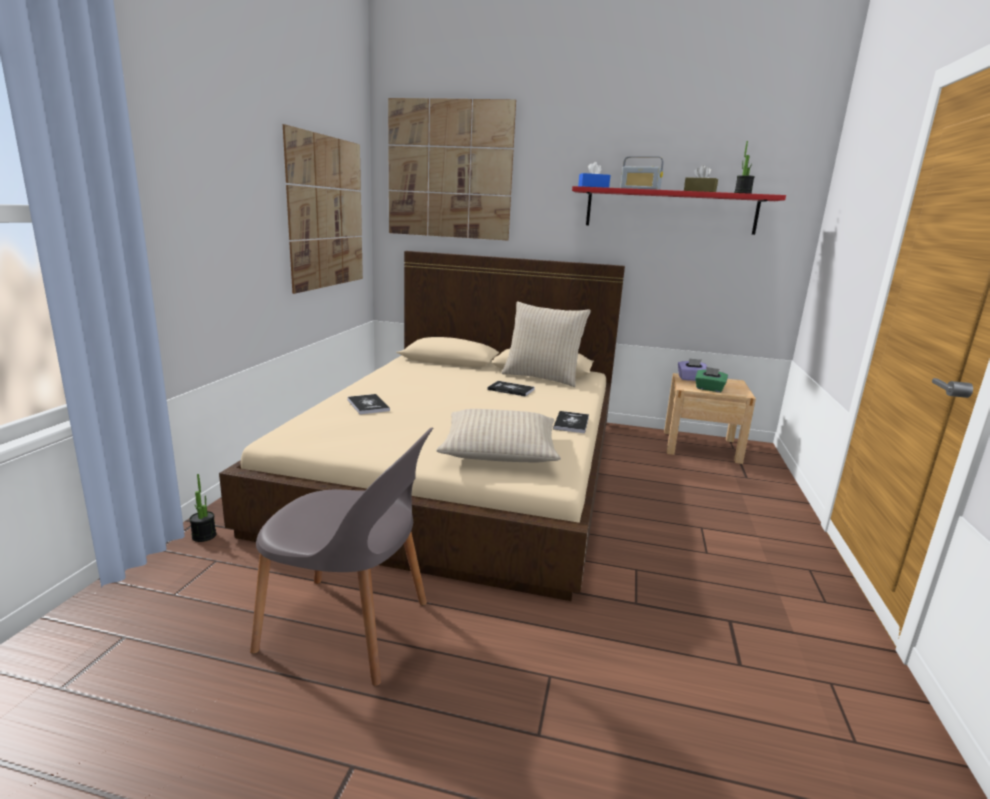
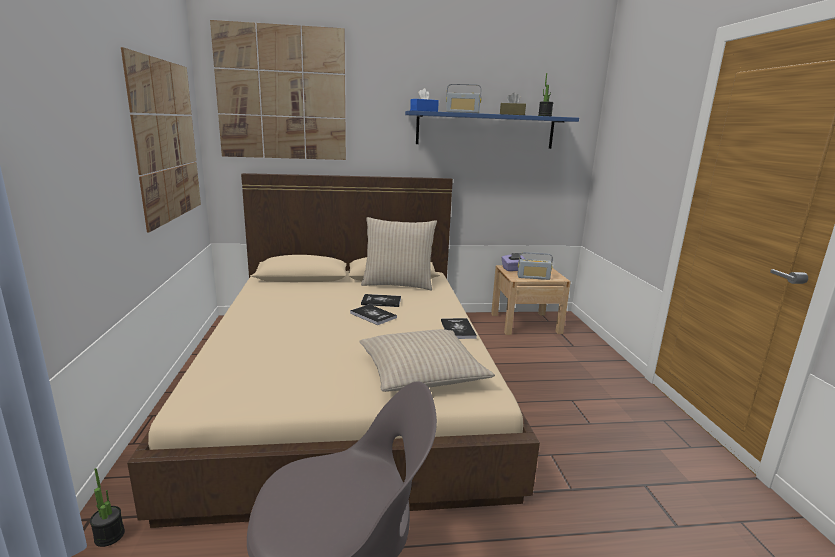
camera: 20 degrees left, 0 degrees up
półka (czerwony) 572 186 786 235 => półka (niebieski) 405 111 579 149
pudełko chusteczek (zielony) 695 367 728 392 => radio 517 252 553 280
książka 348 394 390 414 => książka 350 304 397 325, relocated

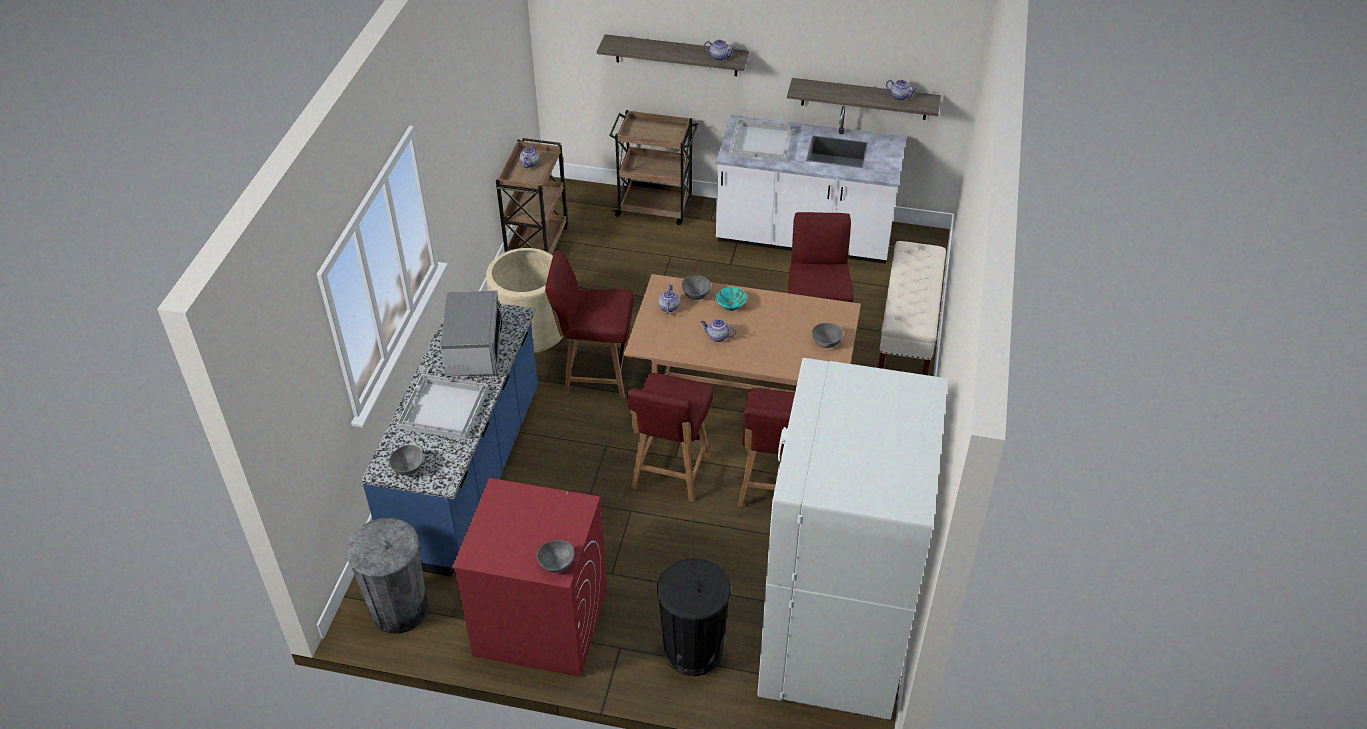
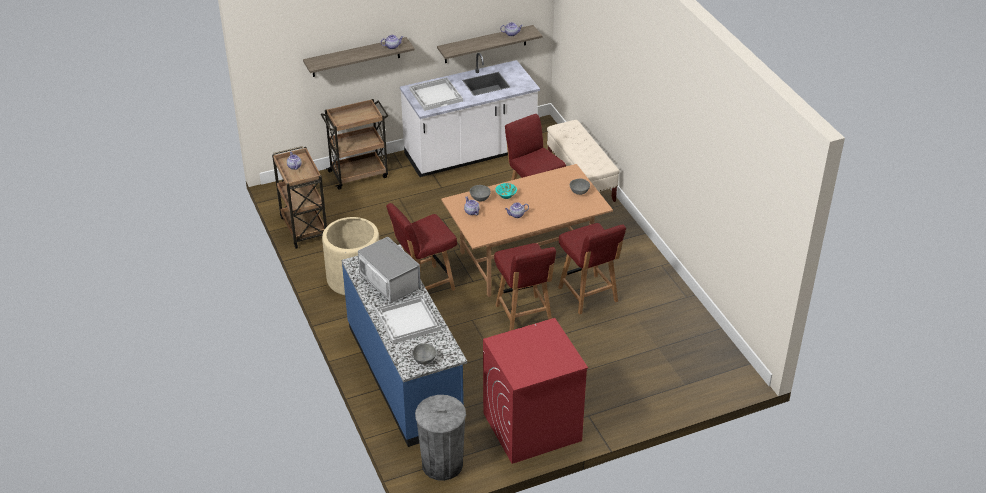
camera: 35 degrees left, 5 degrees down
lodówka (biały) 757 358 948 720 => nothing
miska (szary) 537 540 575 573 => nothing
kosz na śmieci (czarny) 657 558 731 676 => nothing

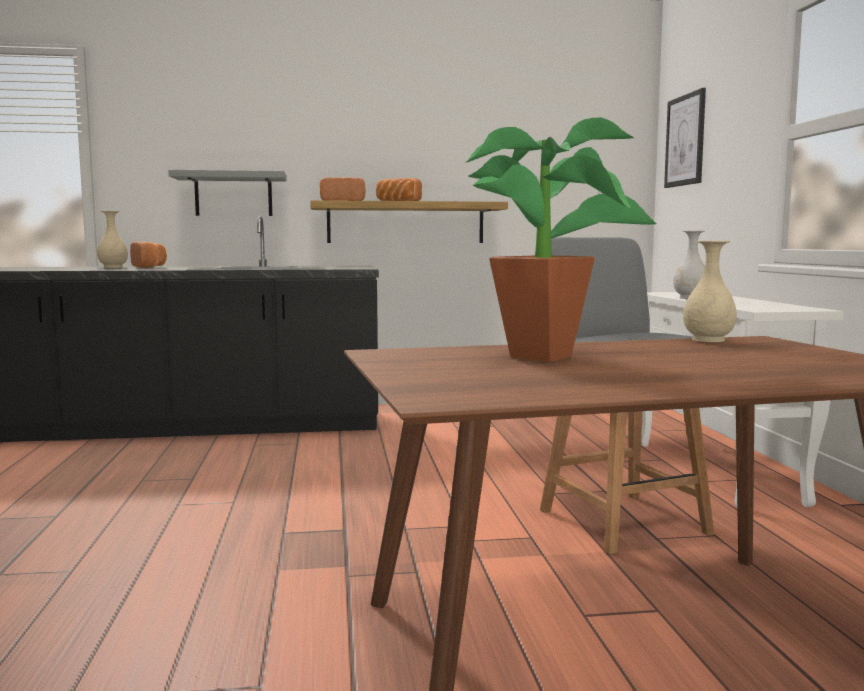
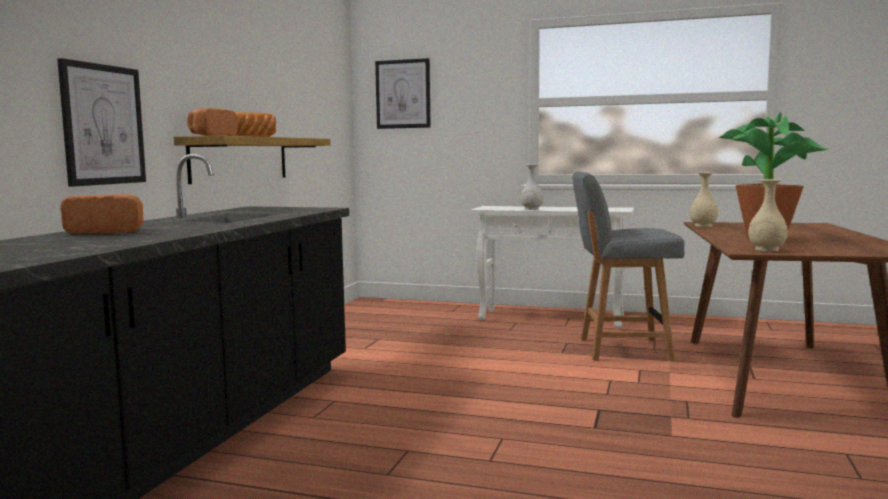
camera: 65 degrees left, 0 degrees up
półka (szary) 168 170 287 216 => obraz 57 58 146 187
wazon (beżowy) 97 211 128 268 => wazon (beżowy) 748 179 788 251, relocated

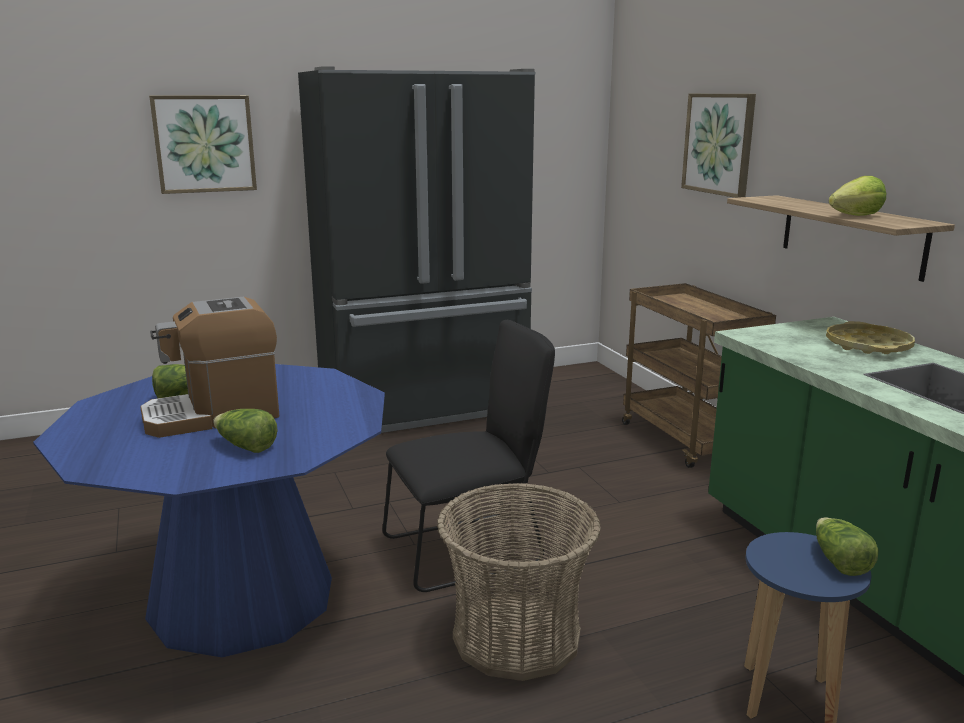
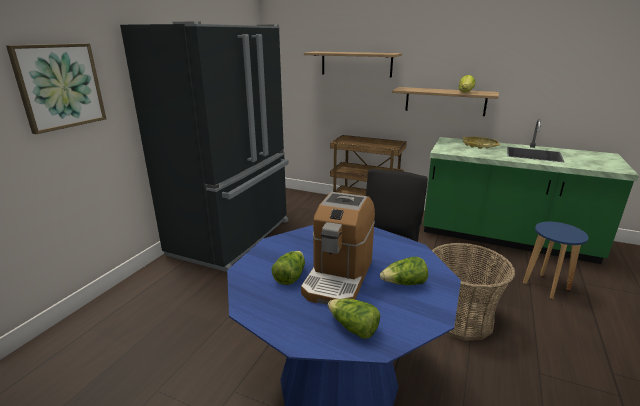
camera: 45 degrees left, 5 degrees up
obraz 681 94 756 198 => półka 304 52 402 77
sałata 816 517 879 576 => sałata 328 299 380 339, relocated

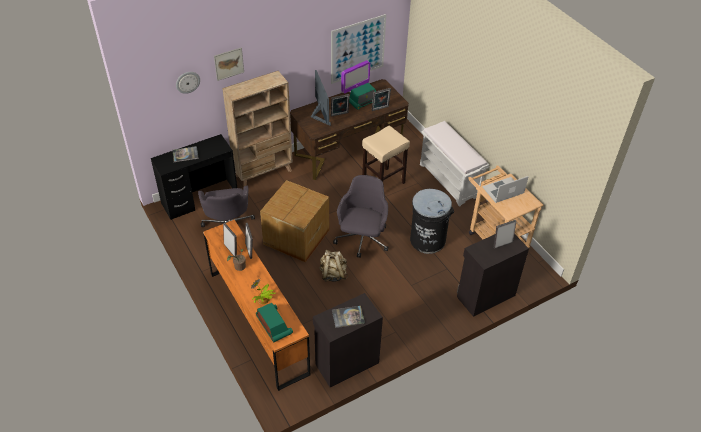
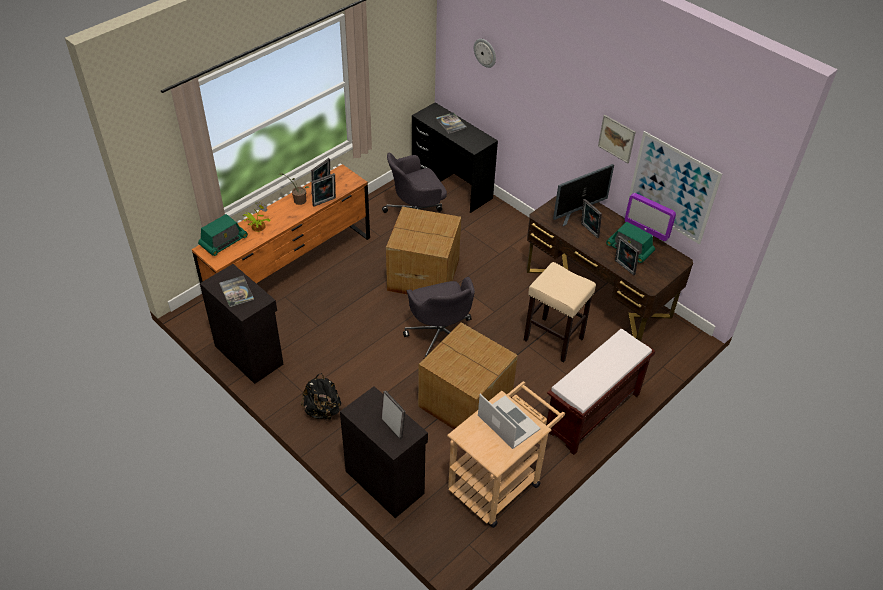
camera: 75 degrees right, 0 degrees up
obraz 214 48 244 81 => obraz 598 115 636 163, relocated
regał (beżowy) 222 71 293 188 => nothing
ławka (biały) 420 121 490 207 => ławka (brązowy) 546 329 655 455
krzesło biurowe (szary) 333 175 388 258 => krzesło biurowe (szary) 403 277 475 357, 75 degrees clockwise
kosz na śmieci (czarny) 410 189 454 254 => karton 418 322 518 429
plecak (beżowy) 319 250 348 282 => nothing
nothing => plecak (czarny) 301 373 341 420

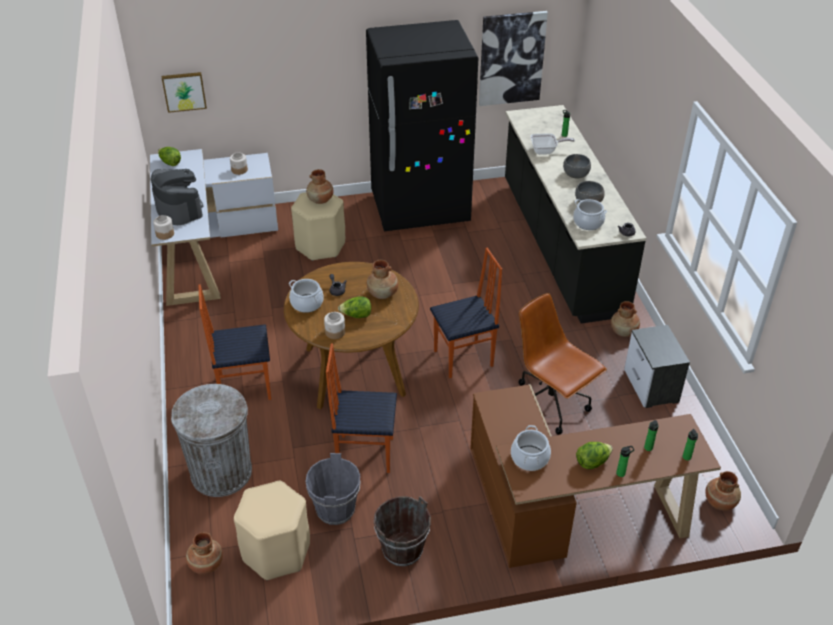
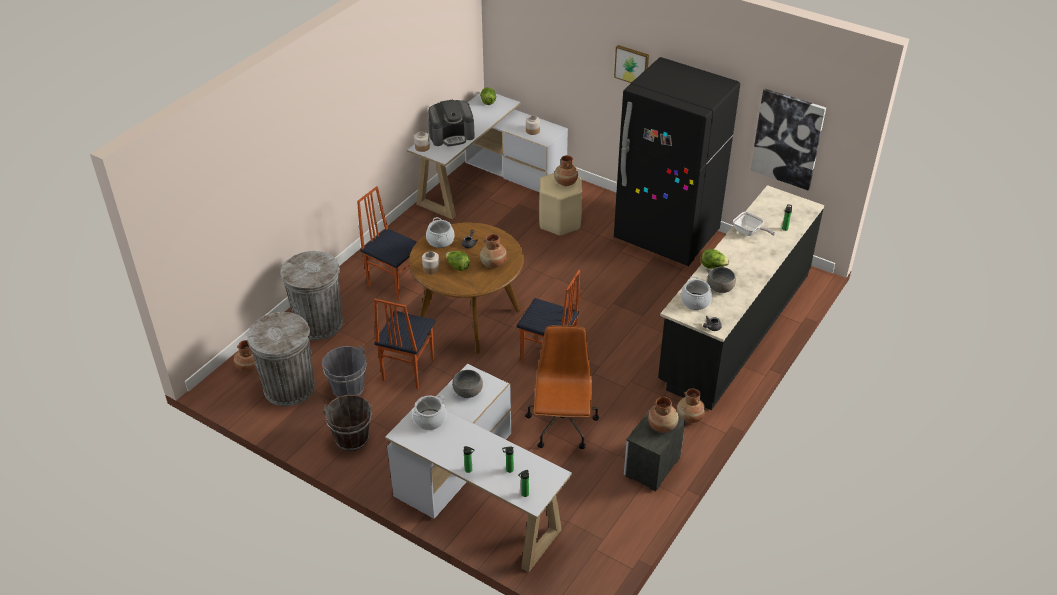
camera: 45 degrees right, 0 degrees up
obraz 162 72 207 113 => obraz 614 45 649 83, relocated
miska (szary) 563 154 591 179 => miska (szary) 452 370 483 398, relocated
ekspres do kawy 151 169 203 225 => ekspres do kawy 428 100 475 146, 60 degrees clockwise
krzesło 326 344 397 473 => krzesło 374 299 435 389, 120 degrees counterclockwise
biurko (brązowy) 470 384 721 568 => biurko (biały) 385 364 572 572
sałata 576 442 613 469 => sałata 701 249 730 269, relocated
wazon (brązowy) 705 471 741 510 => wazon (brązowy) 648 397 679 433, relocated
stołek (beżowy) 234 481 310 580 => kosz na śmieci (szary) 247 312 315 407

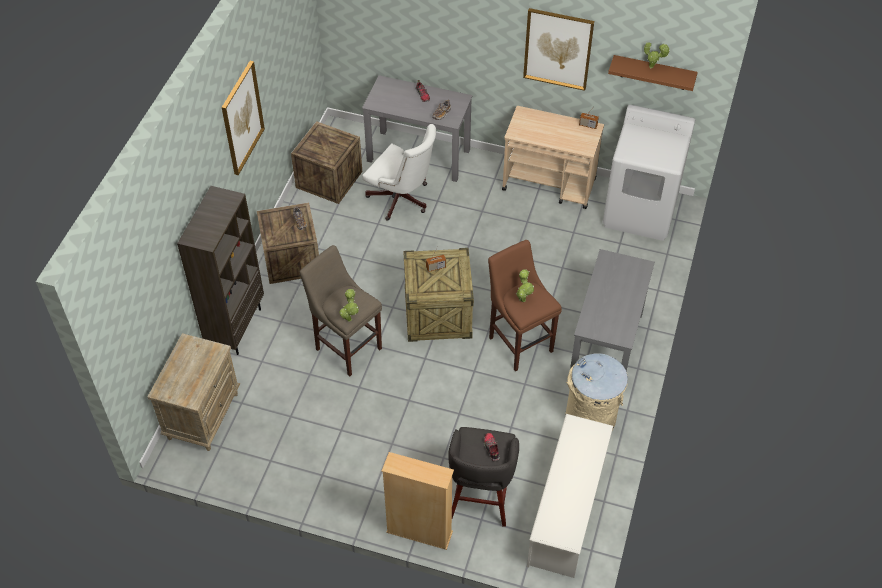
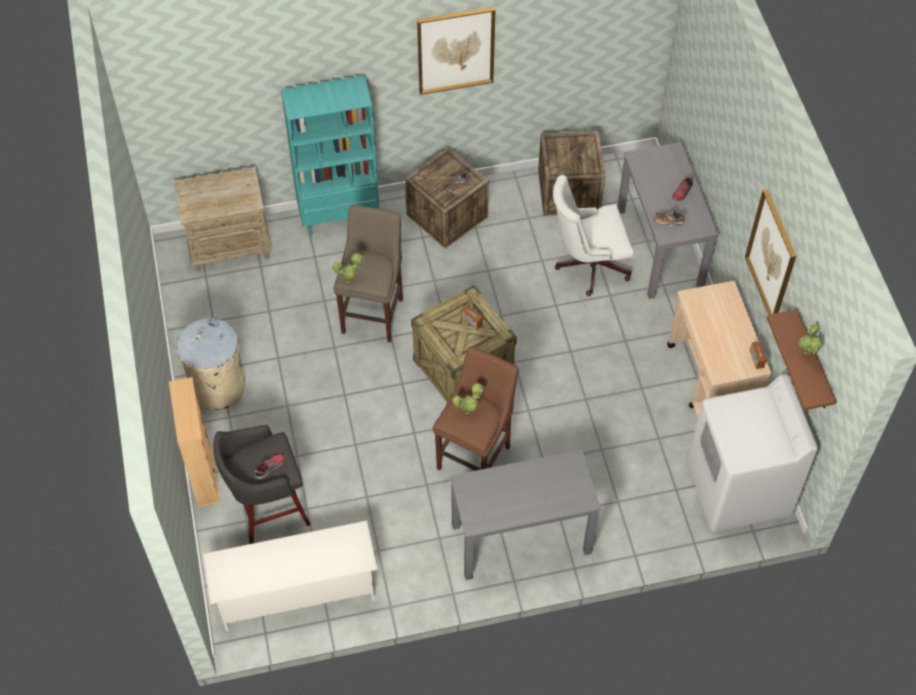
camera: 60 degrees right, 5 degrees up
krzesło biurowe (biały) 362 124 436 221 => krzesło biurowe (biały) 553 175 634 296, 75 degrees clockwise
regał (brązowy) 177 186 264 355 => regał (turkusowy) 281 75 379 235
kosz na śmieci (beżowy) 565 354 628 430 => kosz na śmieci (beżowy) 176 318 245 410, relocated

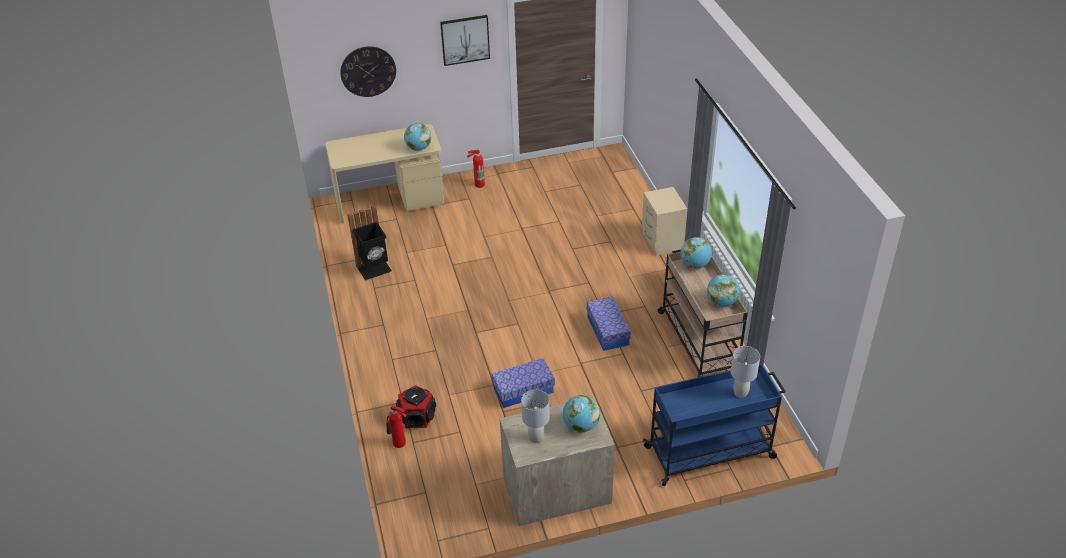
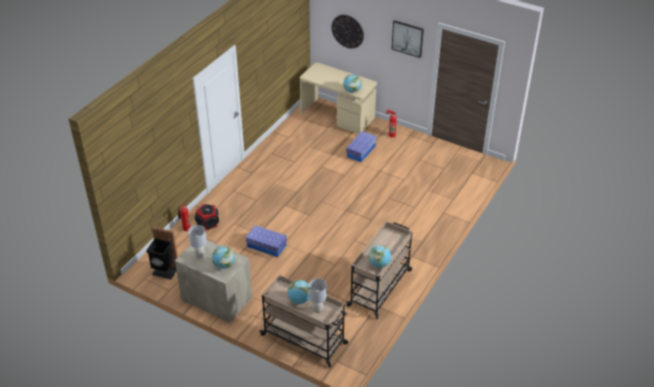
camera: 45 degrees right, 0 degrees up
szafka nocna (beżowy) 642 187 687 256 => nothing
kosz na śmieci (czarny) 347 205 392 281 => kosz na śmieci (czarny) 146 226 178 280, relocated
globus 680 237 712 269 => globus 287 280 309 304, relocated
pojemnik do przechowywania 587 297 631 351 => pojemnik do przechowywania 346 131 377 162, relocated
wózek (niebieski) 643 363 786 486 => wózek (beżowy) 259 275 348 367

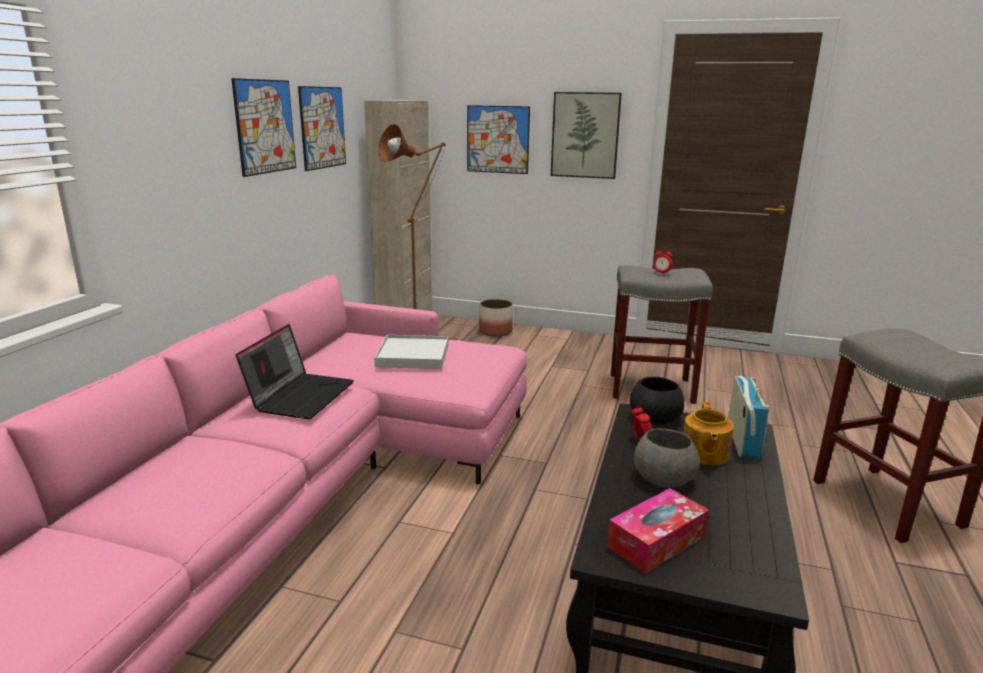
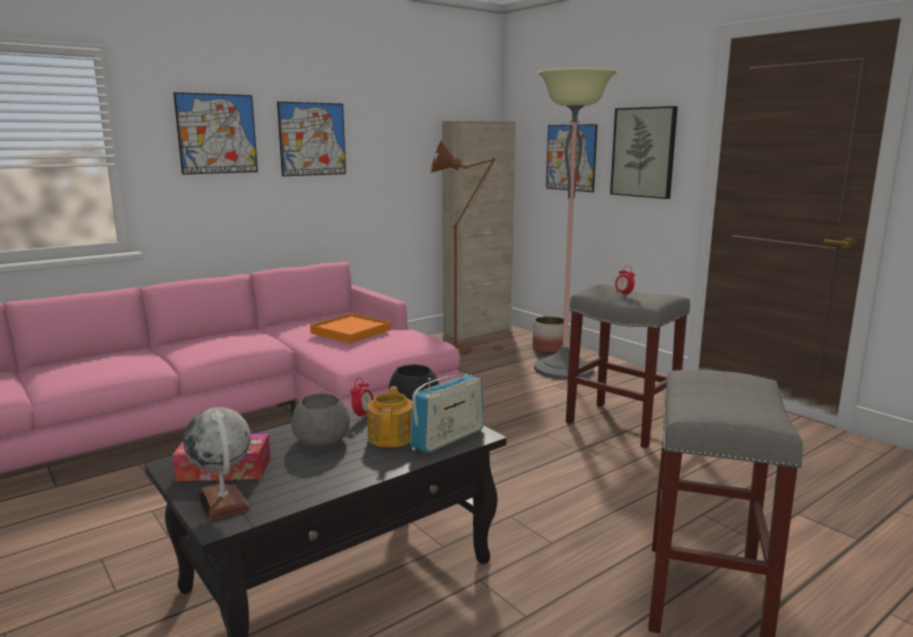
camera: 35 degrees right, 5 degrees down
obraz 298 86 346 171 => obraz 173 92 258 175, relocated
laptop 236 324 354 419 => nothing
taca (biały) 374 335 448 369 => taca (pomarańczowy) 310 313 391 343
imbryk 683 402 734 465 => imbryk 367 386 412 448, 135 degrees clockwise
nothing => lampa stojąca 534 68 617 380
nothing => globus 183 407 251 521

